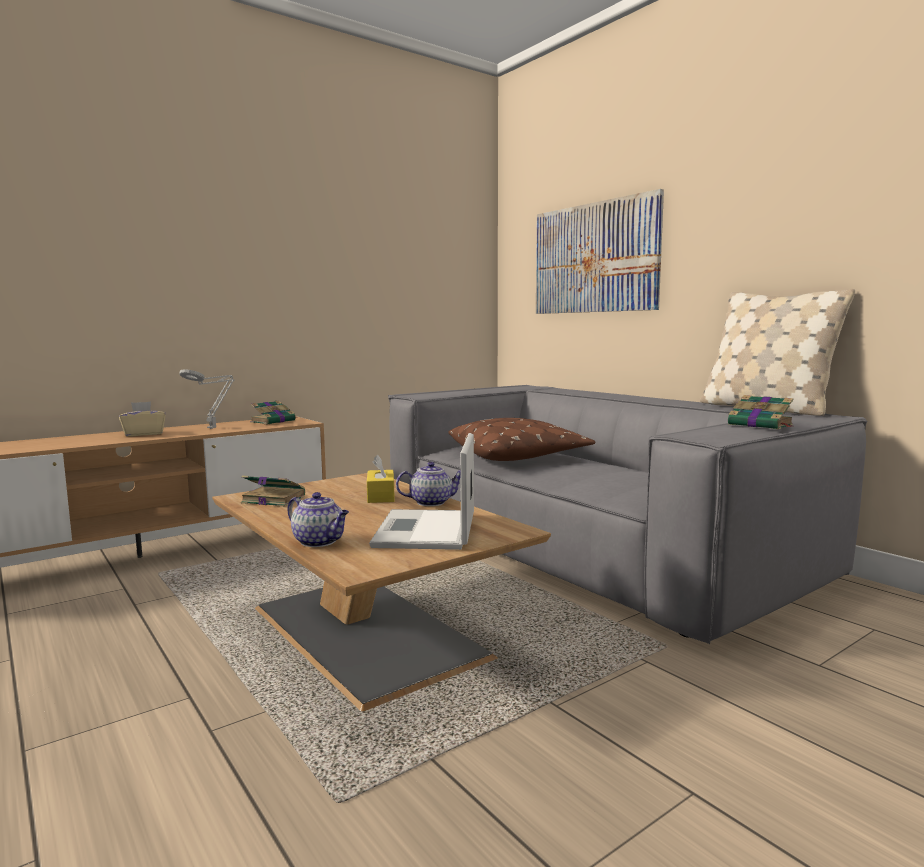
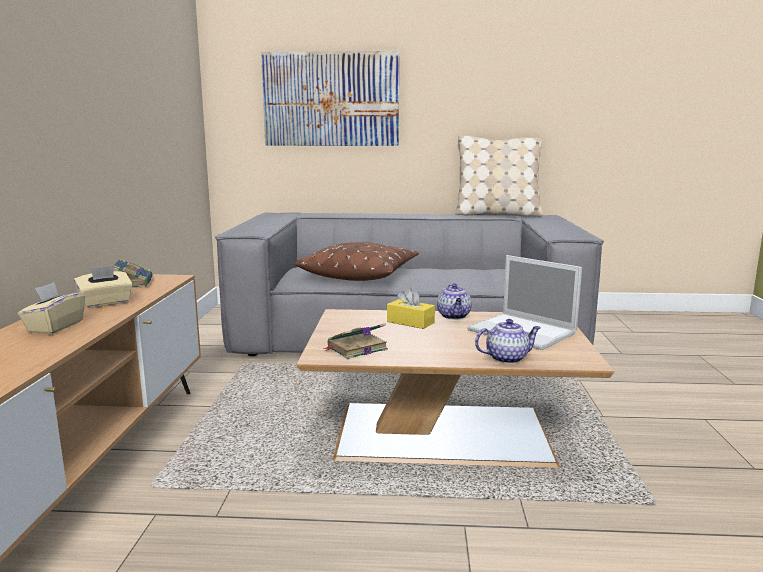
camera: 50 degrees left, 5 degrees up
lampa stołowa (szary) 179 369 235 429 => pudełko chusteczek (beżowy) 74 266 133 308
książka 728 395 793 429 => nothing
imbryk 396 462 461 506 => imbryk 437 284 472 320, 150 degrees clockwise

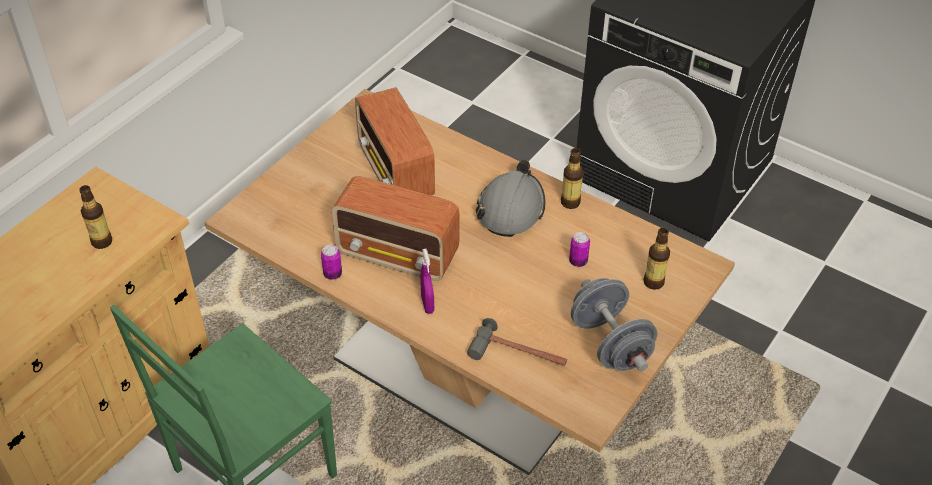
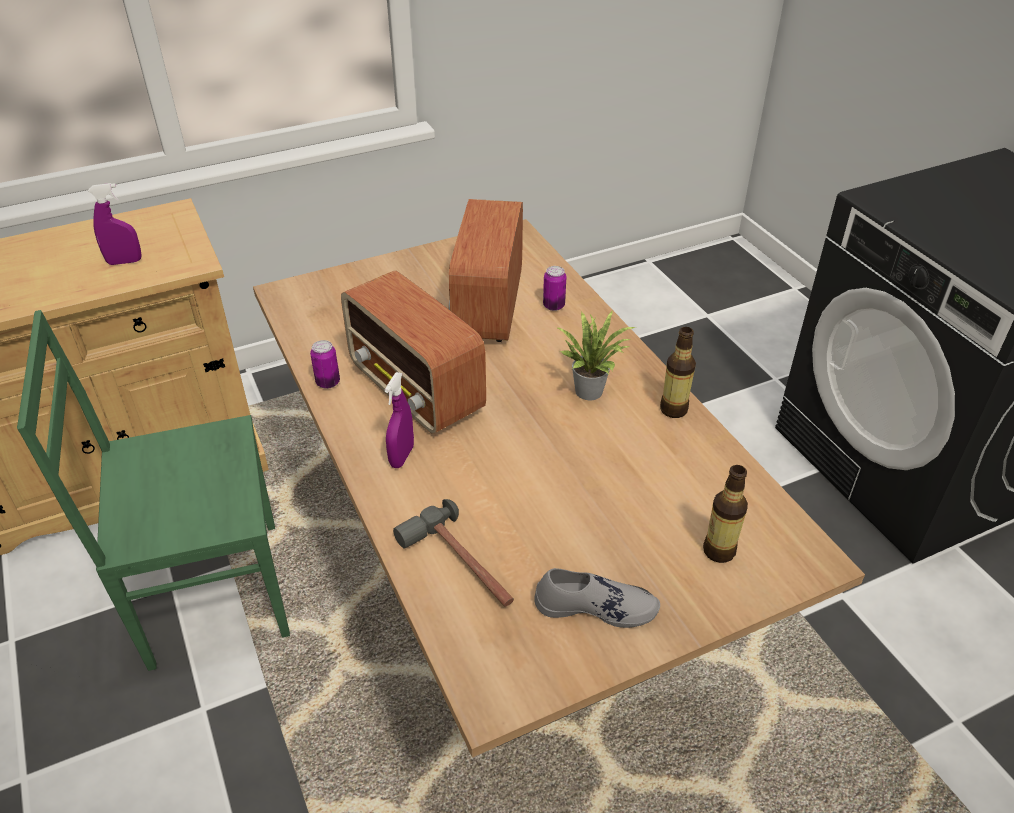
camera: 30 degrees right, 5 degrees down
kask (szary) 476 160 545 237 => roślina doniczkowa 556 310 635 401
butelka 79 185 112 249 => spryskiwacz (fioletowy) 88 183 141 265
puszka 569 232 590 267 => puszka 543 266 566 311, relocated
hantel (szary) 571 278 658 371 => but (szary) 534 568 660 628

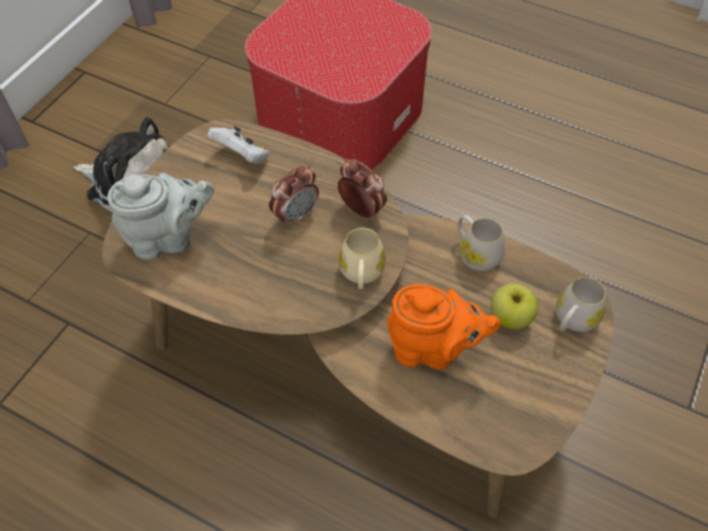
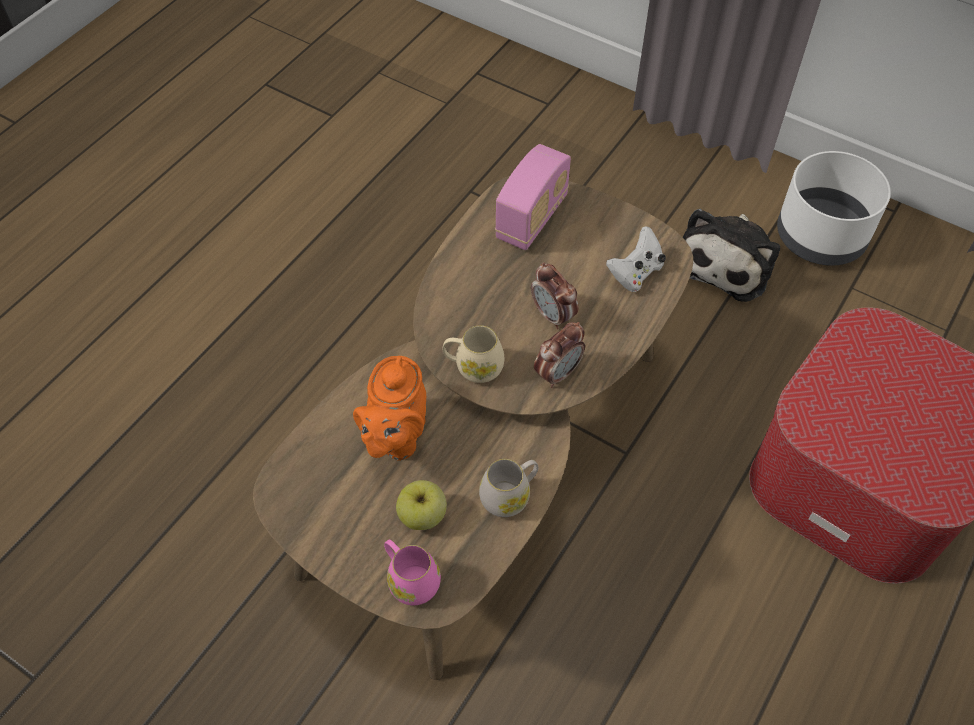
camera: 95 degrees right, 0 degrees up
imbryk (szary) 107 173 215 260 => radio 495 144 571 250
kubek (biały) 556 277 606 332 => kubek (różowy) 384 539 441 605
nothing => donica (biały) 777 151 891 266

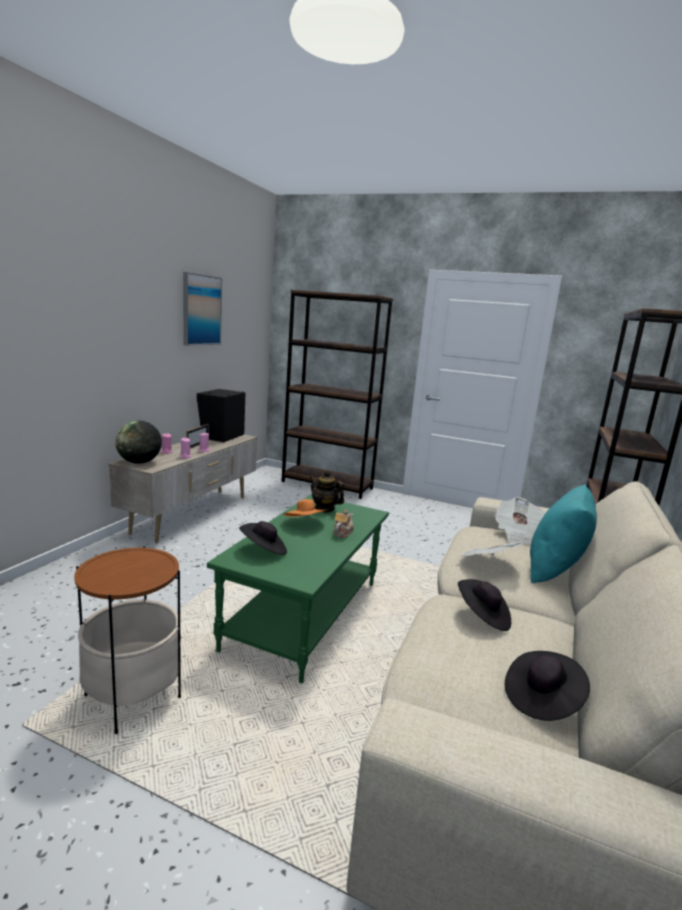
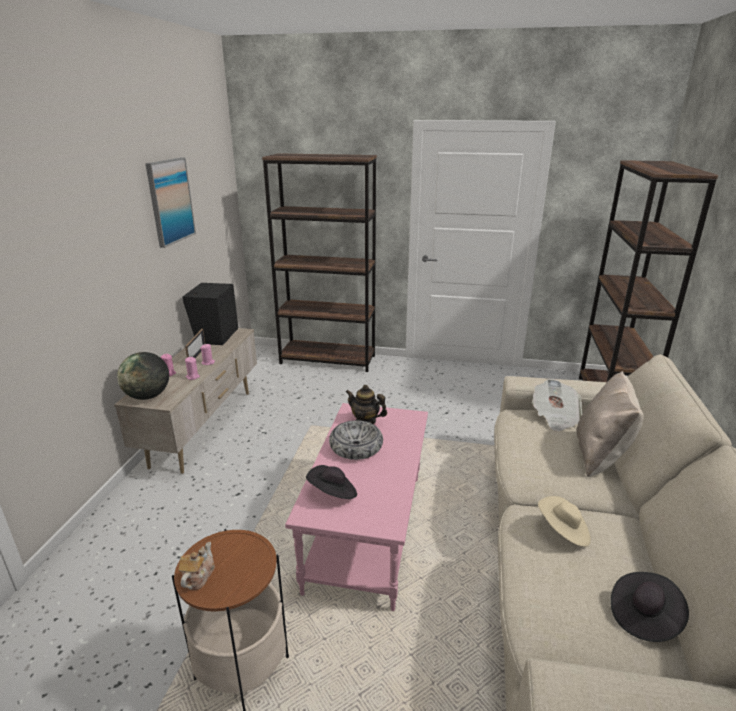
camera: 10 degrees left, 10 degrees up
poduszka (turkusowy) 530 484 597 583 => poduszka (beżowy) 577 371 644 477
ława (zielony) 207 495 389 683 => ława (różowy) 285 403 428 611
kapelusz (pomarańczowy) 283 499 326 517 => miska 329 420 383 460
imbryk 333 510 354 538 => imbryk 179 542 215 590, relocated
gazeta 460 541 523 557 => nothing
kapelusz (czarny) 458 579 511 631 => kapelusz (beżowy) 538 496 591 547

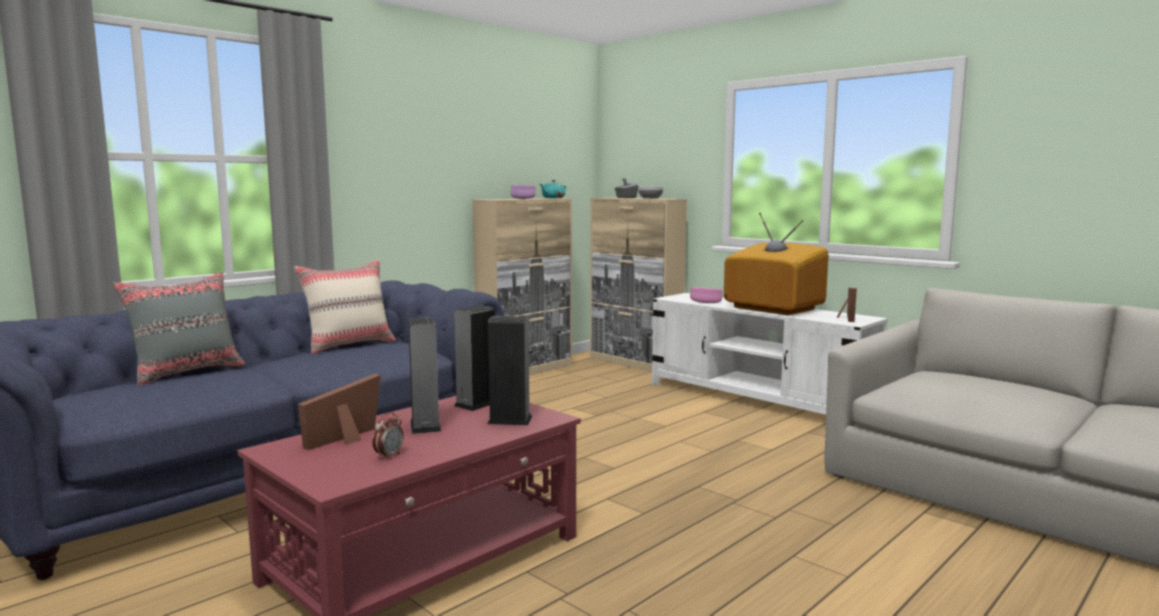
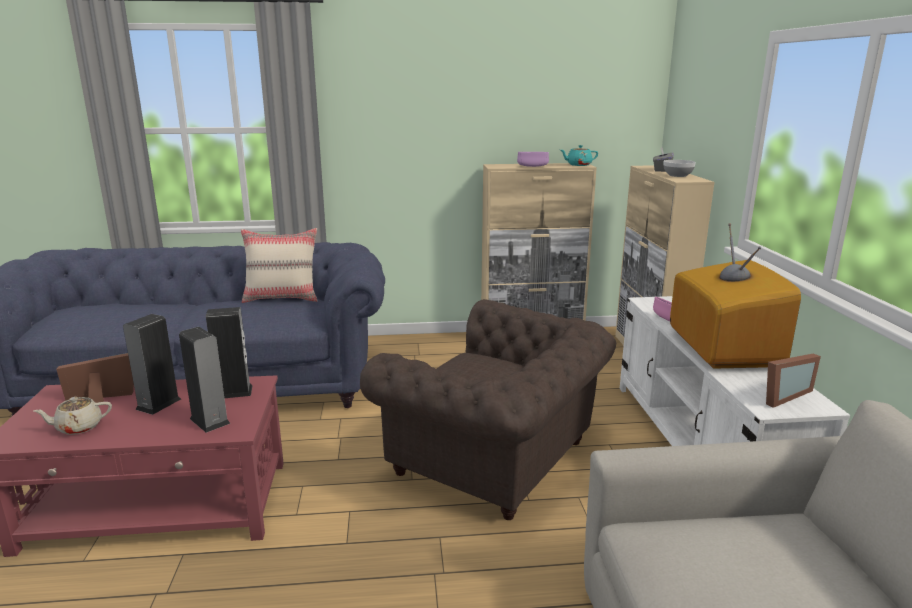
camera: 40 degrees right, 10 degrees up
poduszka (szary) 113 272 245 385 => nothing
budzik 372 412 404 460 => imbryk (beżowy) 33 397 112 435
nothing => fotel (brązowy) 360 299 616 520

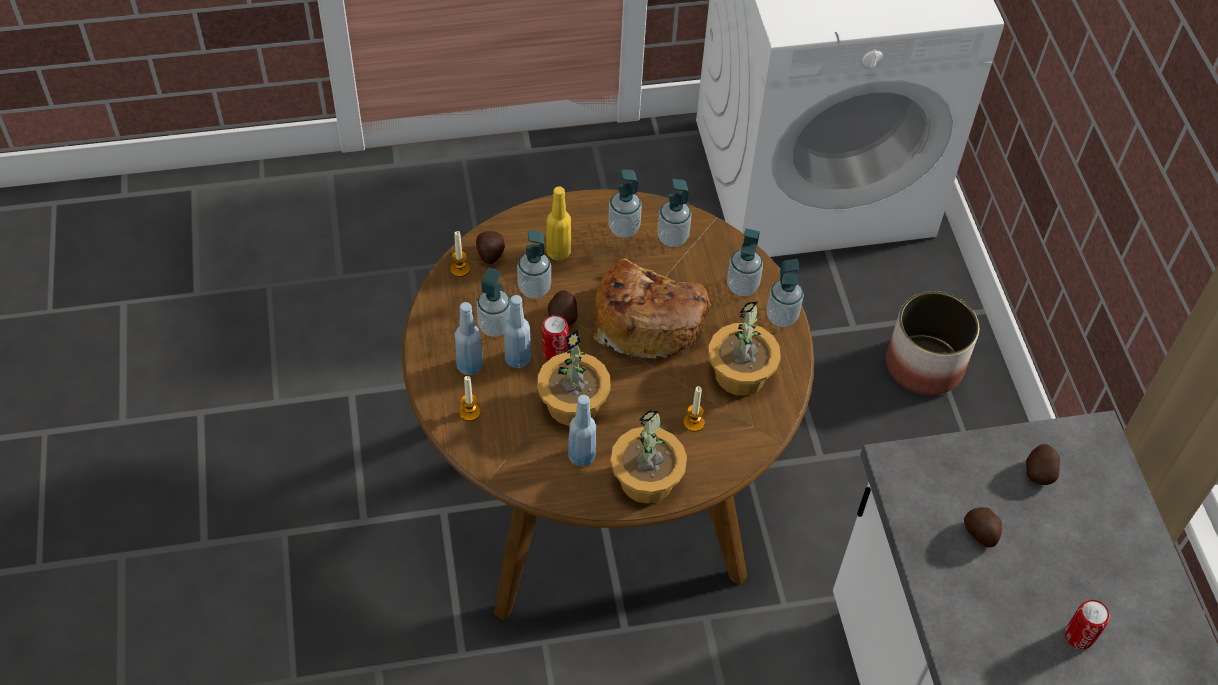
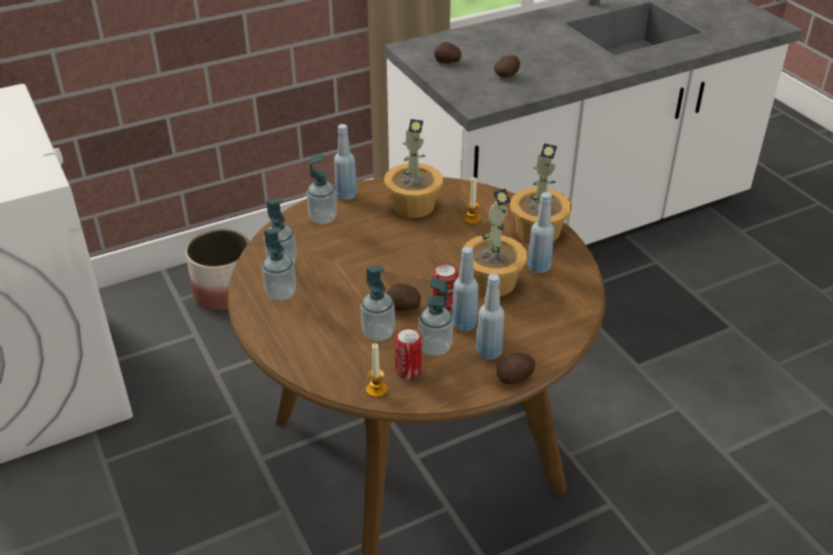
camera: 105 degrees left, 15 degrees down
butelka (żółty) 546 186 571 261 => nothing
ziemniak 476 231 505 264 => ziemniak 497 353 535 384, relocated
chleb 594 258 711 358 => nothing
dozownik mydła 766 259 804 327 => butelka (niebieski) 334 124 357 200
świeca 459 376 481 421 => nothing
puszka 1065 600 1110 650 => puszka 395 328 422 379, relocated

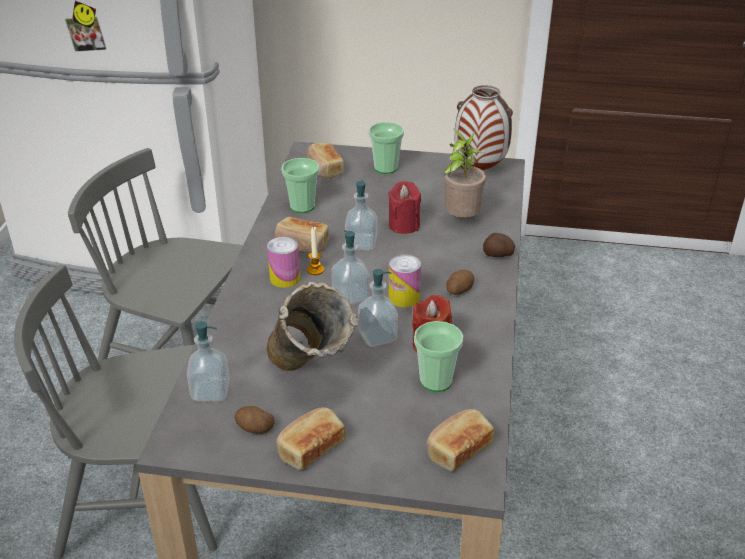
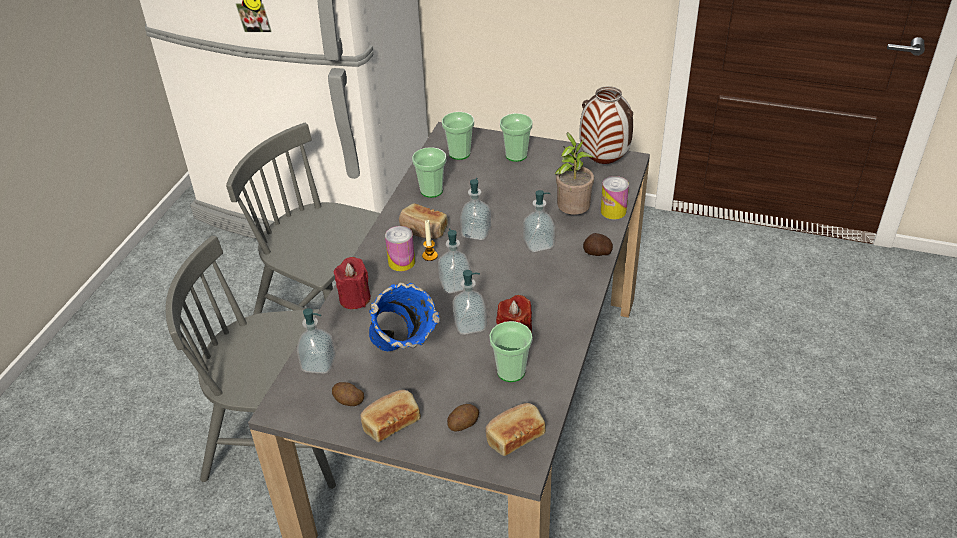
camera: 10 degrees right, 5 degrees up
chleb 307 143 344 179 => filiżanka 442 112 474 160
świeca (czerwony) 388 181 421 234 => świeca (czerwony) 334 257 371 309, relocated
puszka 389 254 421 307 => puszka 601 176 629 219, relocated
ziemniak 446 269 474 295 => ziemniak 447 404 479 432, relocated
wazon (beżowy) 267 282 359 371 => wazon (niebieski) 369 283 440 351
nothing => dozownik mydła 523 190 555 252

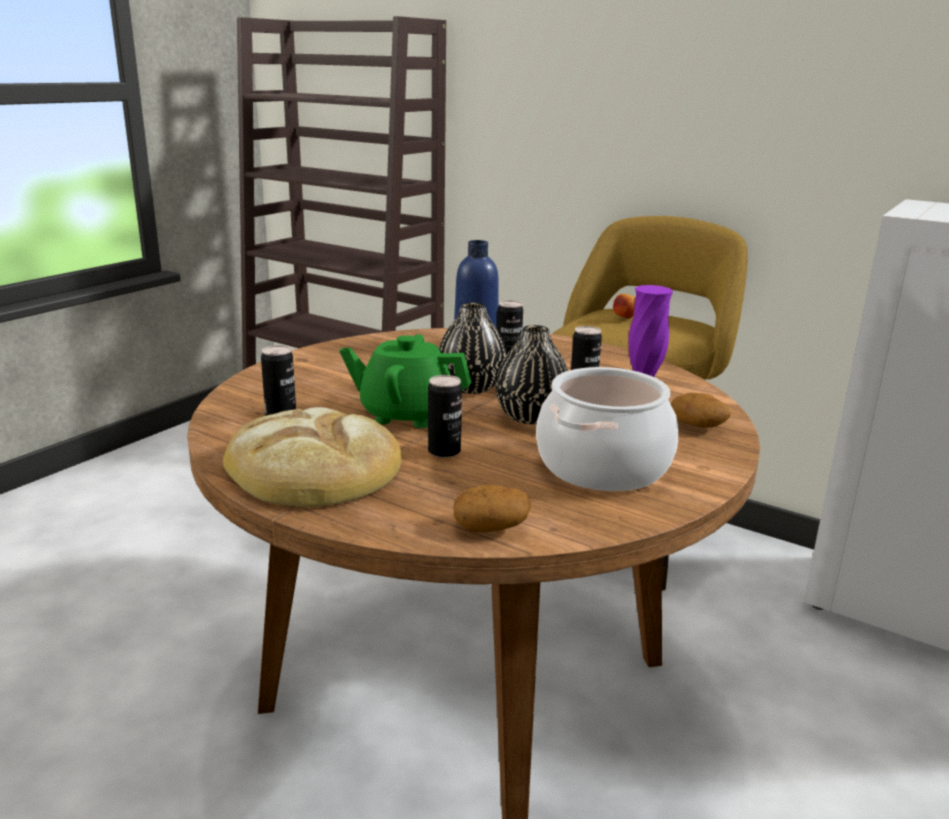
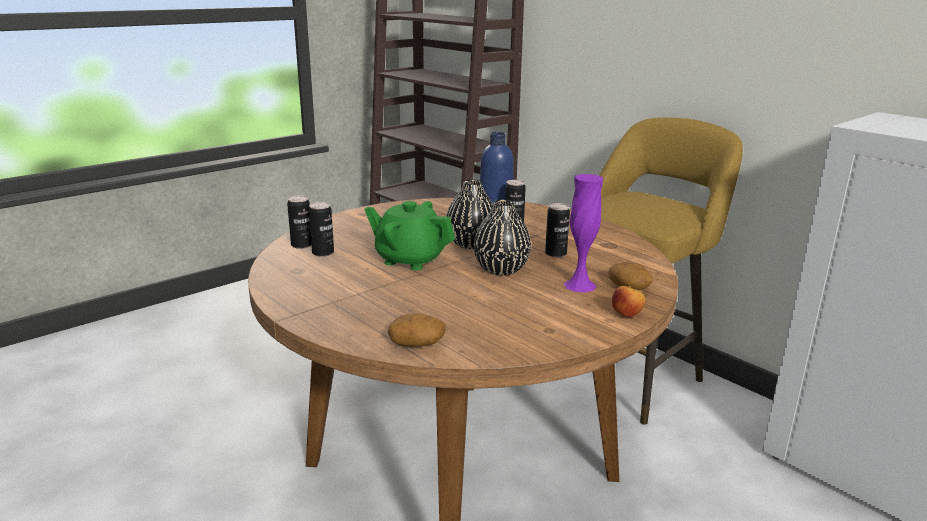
camera: 15 degrees right, 0 degrees up
jabłko 613 294 636 319 => jabłko 612 286 645 318, relocated
garnek 536 367 678 491 => nothing
puszka 428 375 462 458 => puszka 287 195 311 249, relocated
chleb 223 407 402 508 => nothing

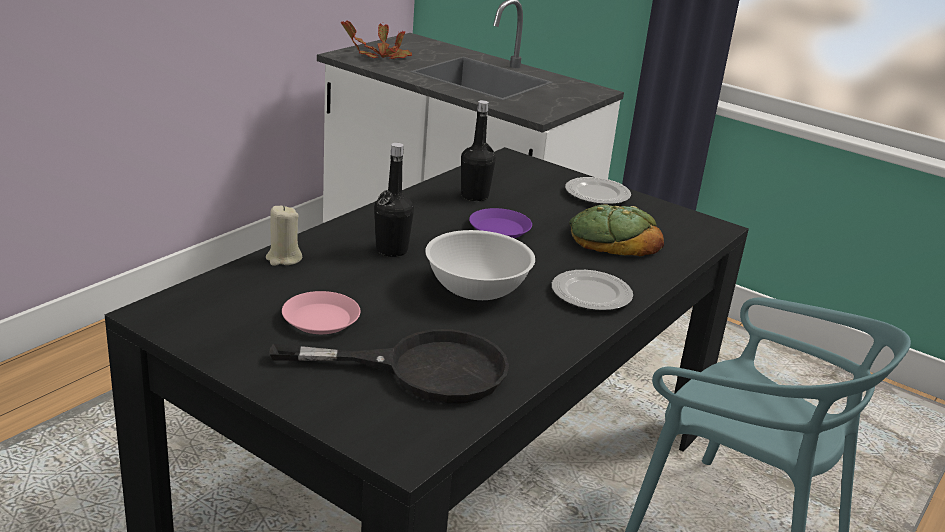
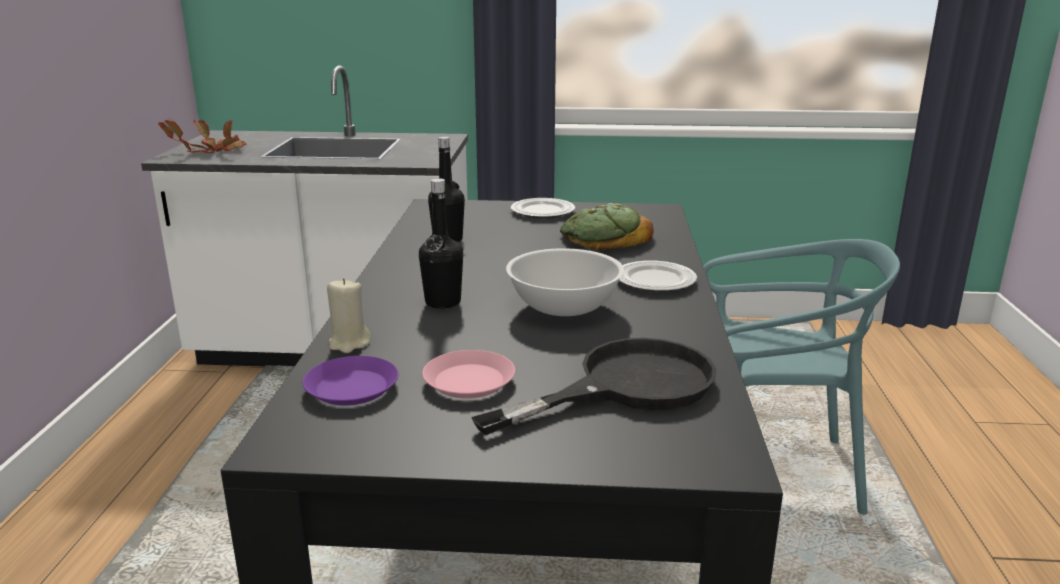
camera: 30 degrees left, 5 degrees down
talerz (fioletowy) 469 208 532 238 => talerz (fioletowy) 303 356 399 406, relocated

